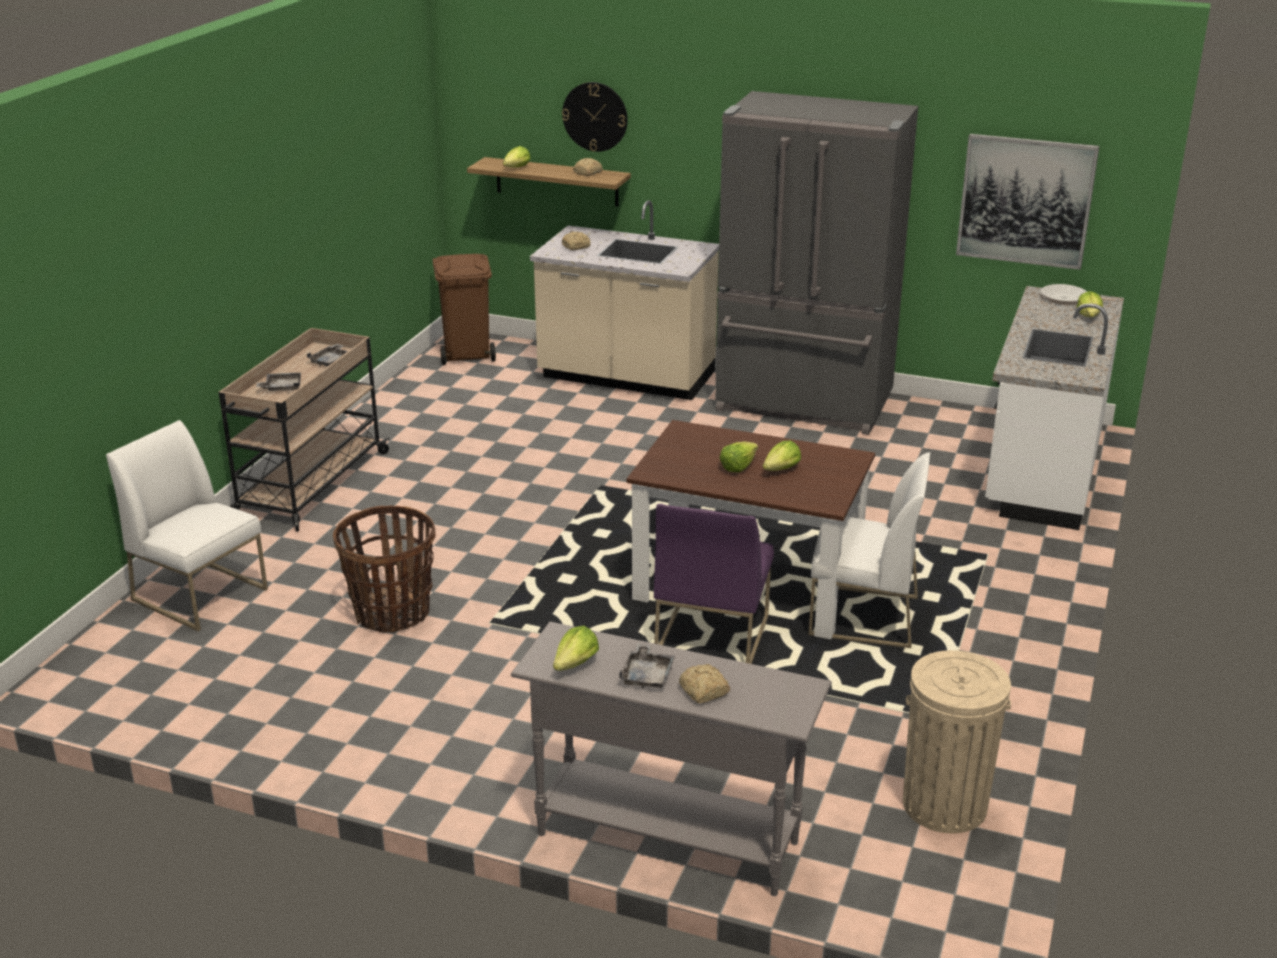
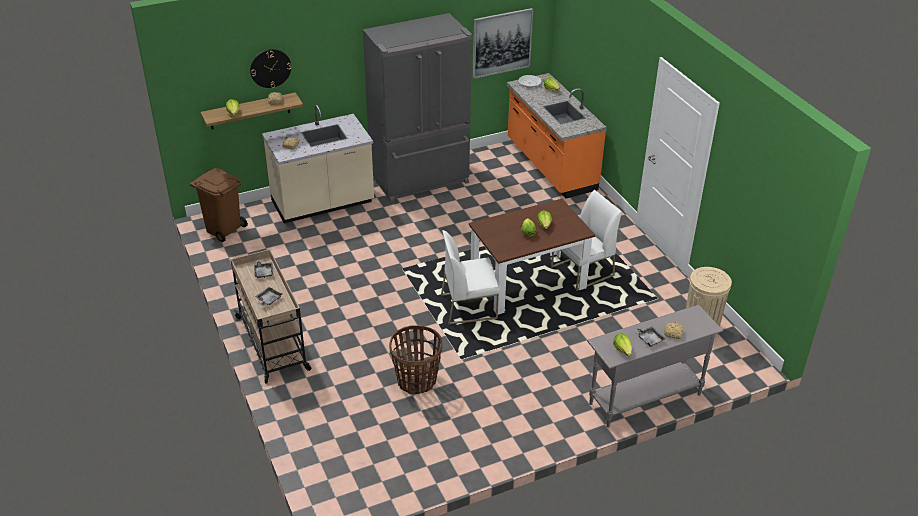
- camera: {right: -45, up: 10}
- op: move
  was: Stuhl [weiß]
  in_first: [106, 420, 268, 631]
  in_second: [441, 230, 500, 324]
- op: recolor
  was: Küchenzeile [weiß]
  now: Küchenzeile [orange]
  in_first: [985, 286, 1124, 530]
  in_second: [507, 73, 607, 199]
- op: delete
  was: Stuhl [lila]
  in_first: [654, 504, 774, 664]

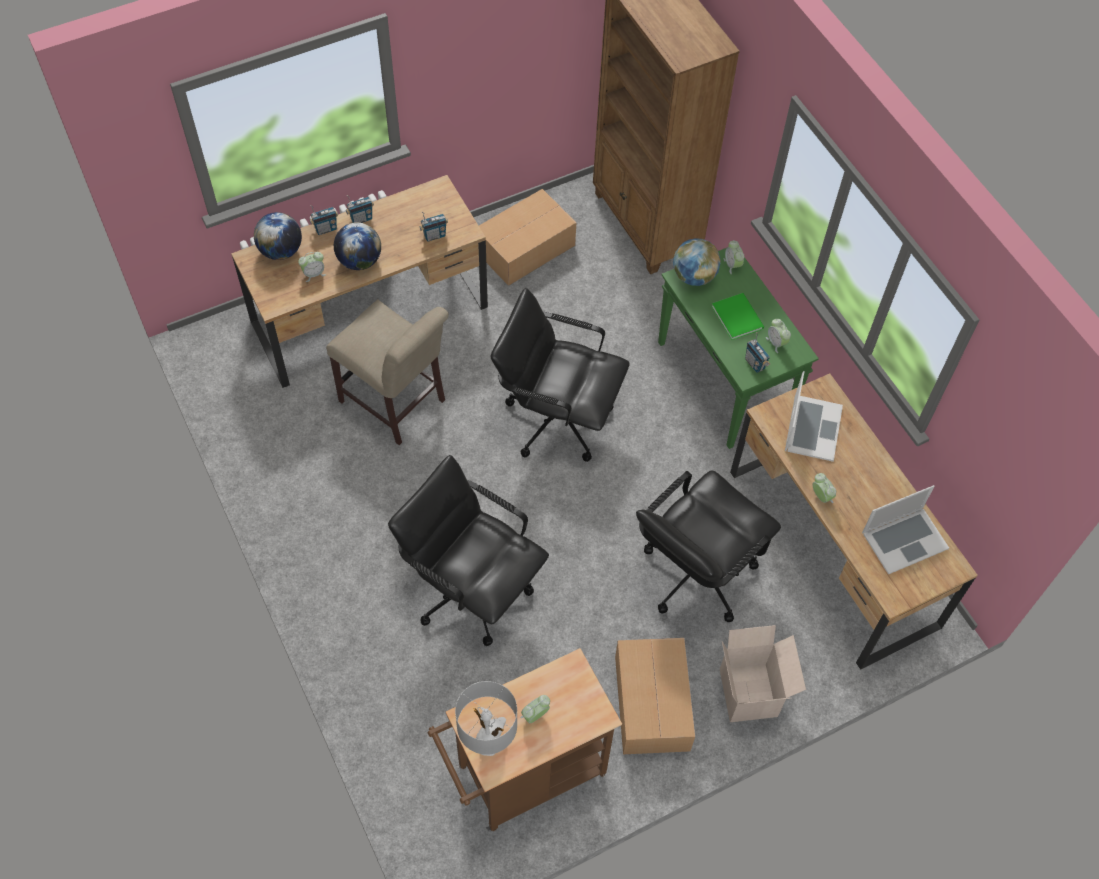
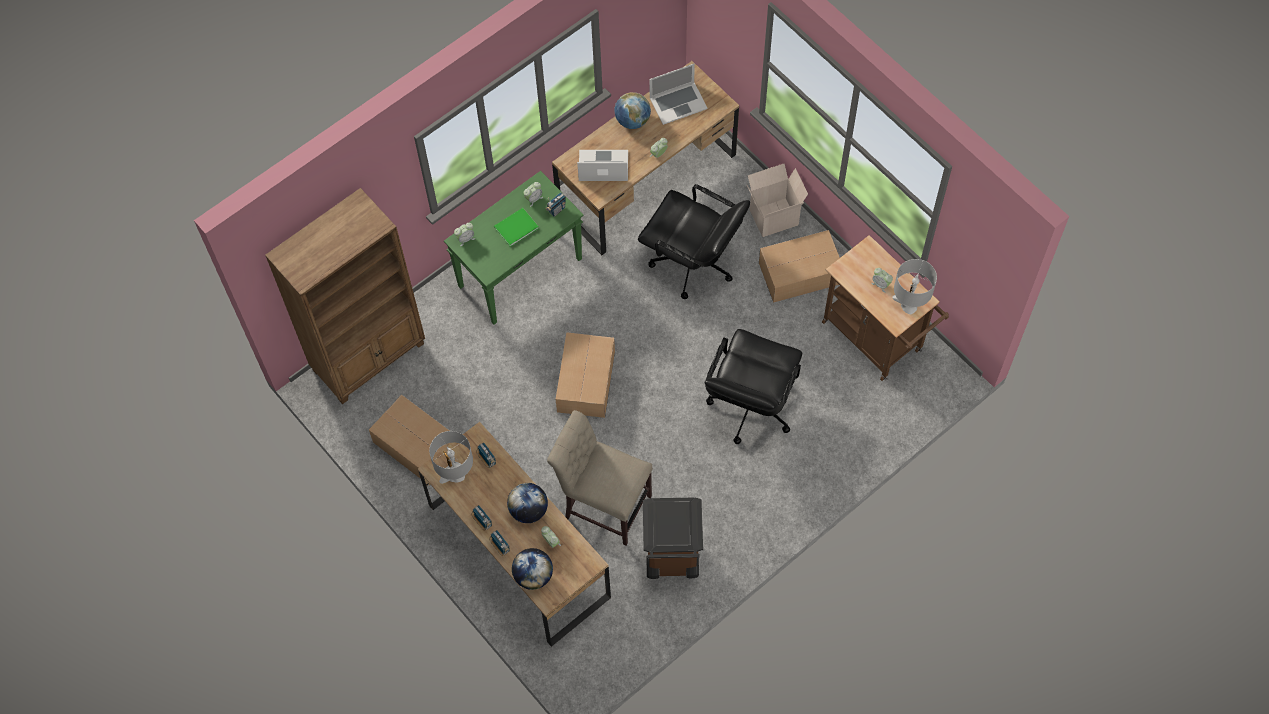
- camera: {right: -100, up: 5}
- op: insert
  now: Tischlampe [grau]
  in_second: [429, 431, 473, 484]
- op: rotate
  was: Stuhl [beige]
  in_first: [326, 299, 449, 445]
  in_second: [547, 410, 653, 546]
  clockwise: -90
- op: replace
  was: Bürostuhl [schwarz]
  now: Karton
  in_first: [491, 288, 630, 462]
  in_second: [556, 332, 615, 418]
- op: move
  was: Globus
  in_first: [673, 238, 721, 286]
  in_second: [614, 92, 651, 129]
- op: insert
  now: Mülleimer [braun]
  in_second: [643, 497, 703, 579]
- op: rotate
  was: Laptop
  in_first: [862, 485, 949, 574]
  in_second: [649, 64, 708, 125]
  clockwise: 105

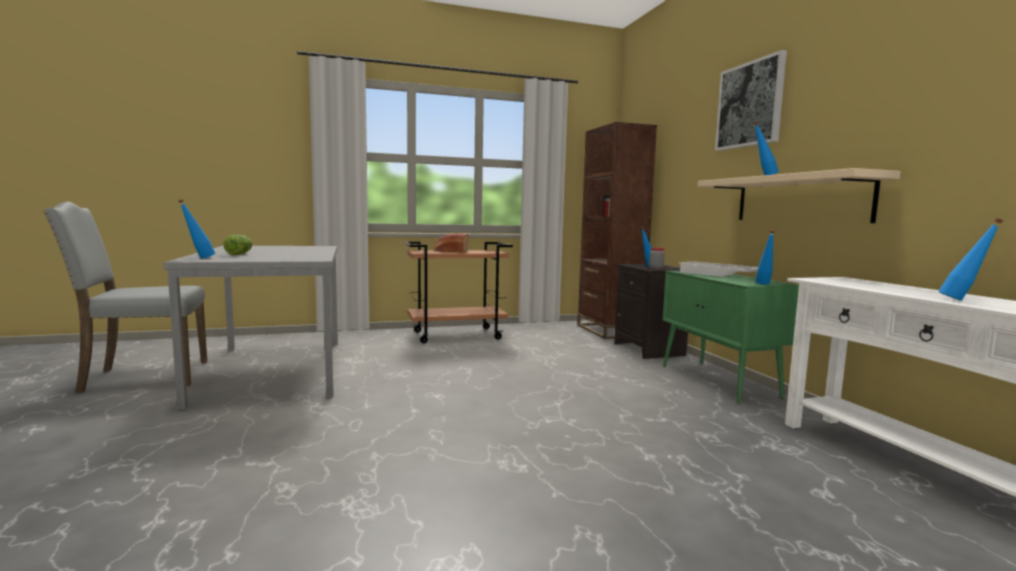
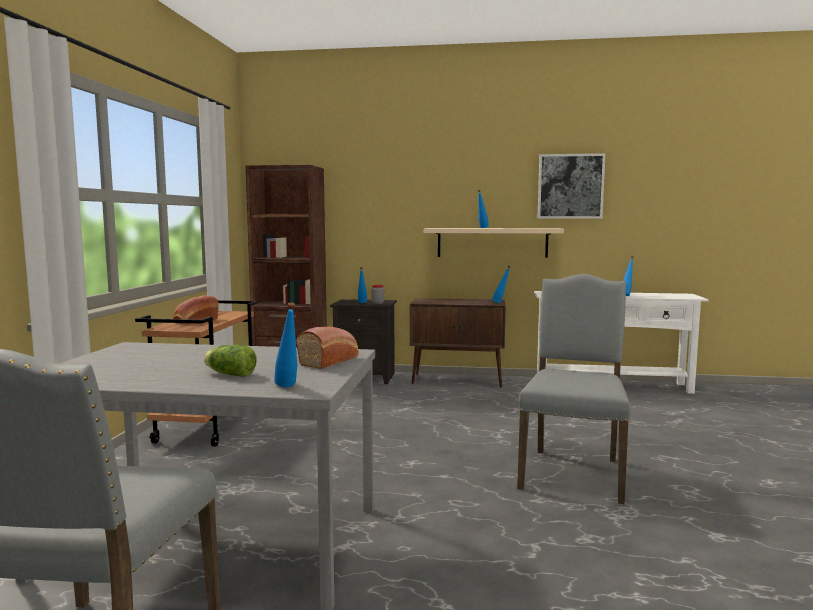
- camera: {right: -65, up: 0}
- op: insert
  now: Brot
  in_second: [296, 326, 359, 369]
- op: recolor
  was: Schrank [grün]
  now: Schrank [braun]
  in_first: [663, 271, 799, 404]
  in_second: [410, 298, 506, 387]
- op: insert
  now: Stuhl [grau]
  in_second: [517, 274, 631, 504]
- op: move
  was: Bild
  in_first: [715, 50, 787, 151]
  in_second: [538, 153, 605, 218]
- op: delete
  was: Tablett [weiß]
  in_first: [678, 261, 758, 277]

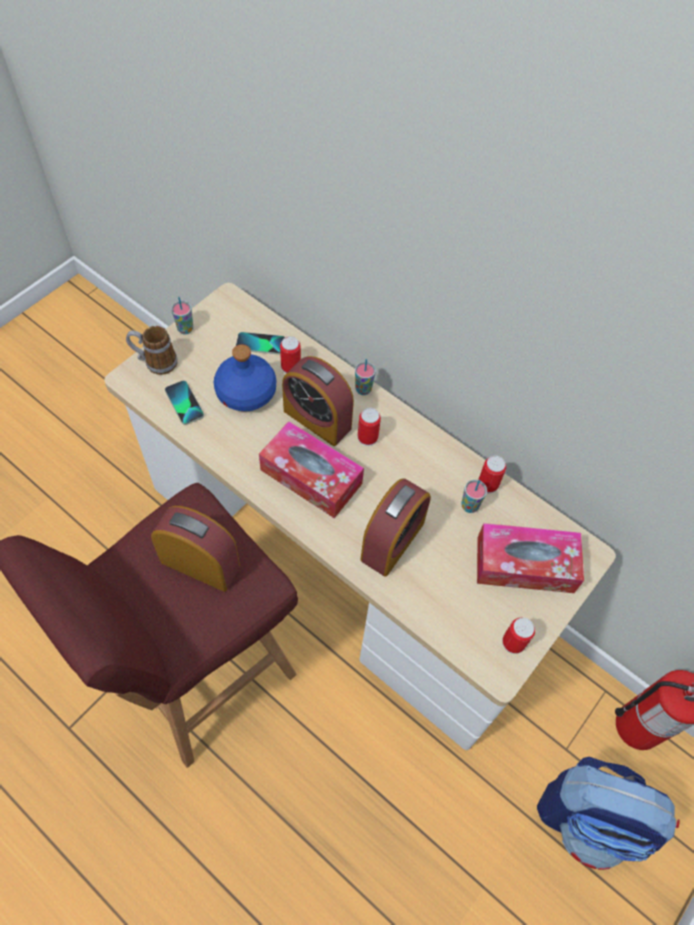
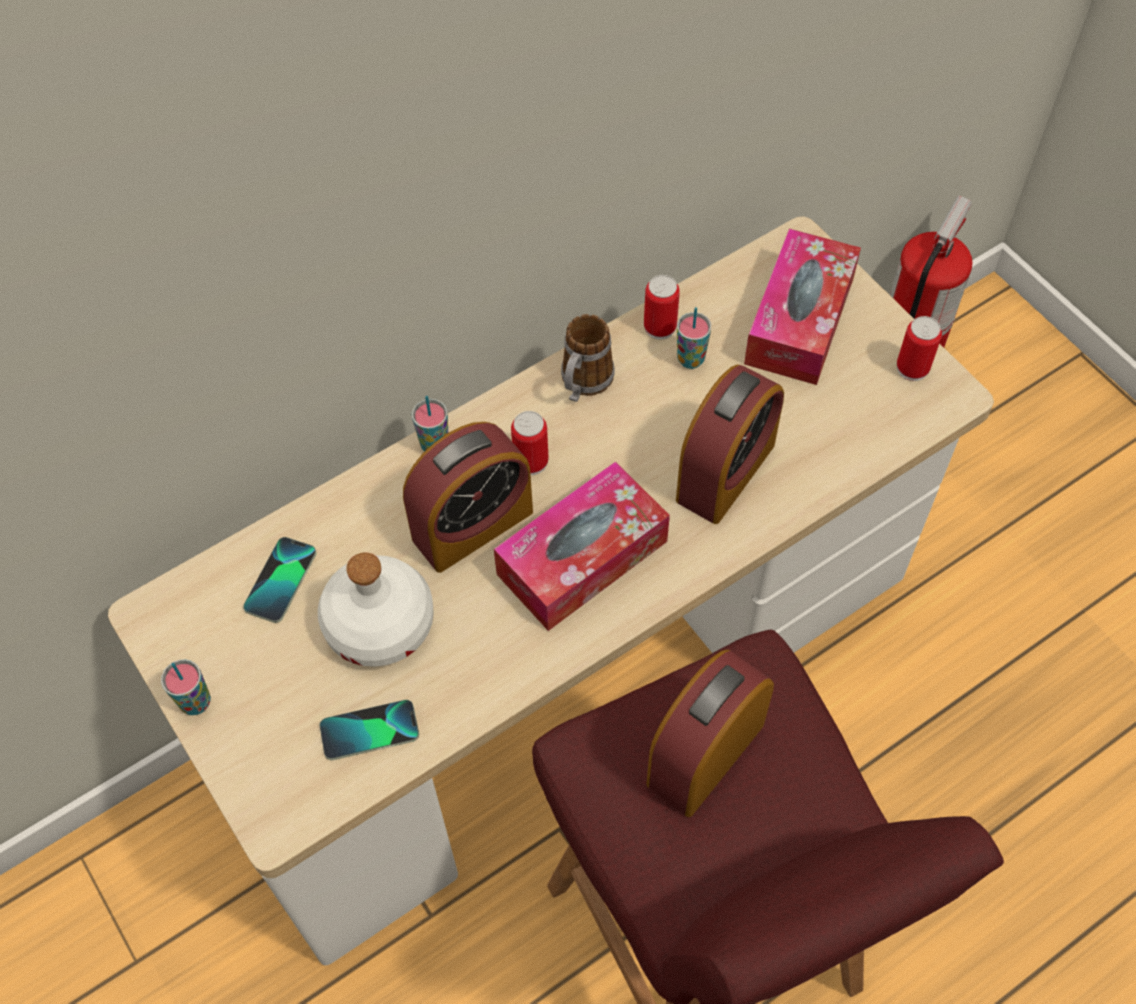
- camera: {right: -70, up: 0}
- op: recolor
  was: Flasche [blau]
  now: Flasche [weiß]
  in_first: [214, 344, 276, 411]
  in_second: [318, 552, 434, 667]
- op: move
  was: Henkelbecher
  in_first: [126, 326, 178, 375]
  in_second: [561, 314, 615, 402]
- op: rotate
  was: Wecker
  in_first: [360, 478, 431, 576]
  in_second: [676, 365, 784, 524]
  clockwise: 75
- op: delete
  was: Dose
  in_first: [280, 336, 301, 373]
- op: delete
  was: Rucksack
  in_first: [537, 756, 680, 870]

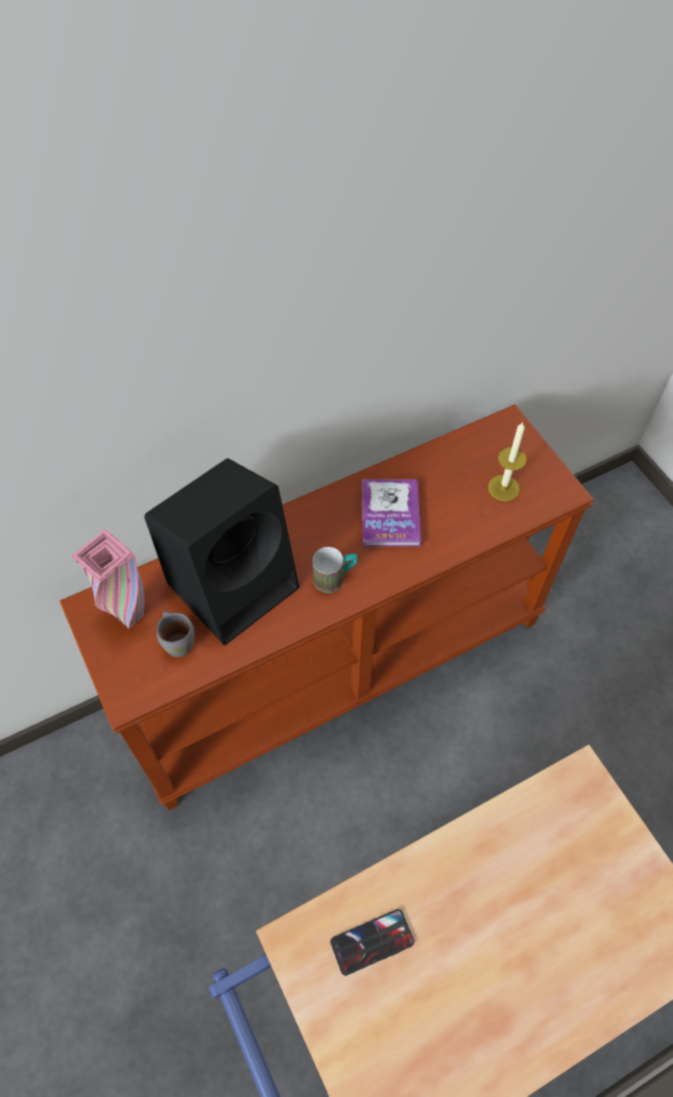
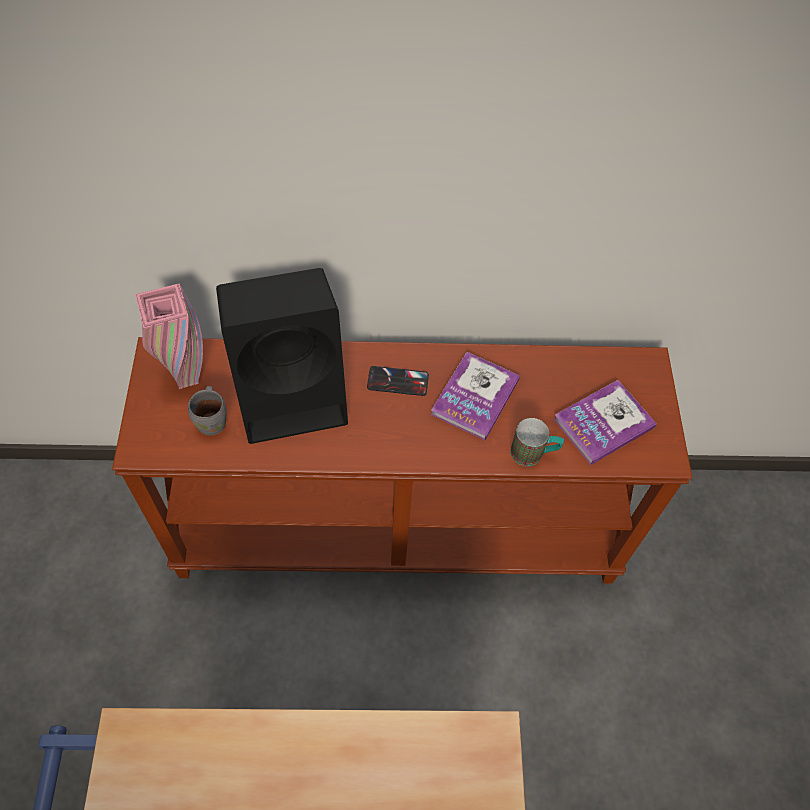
- camera: {right: 25, up: 0}
- op: move
  was: Handy
  in_first: [330, 909, 414, 976]
  in_second: [367, 366, 429, 396]
- op: move
  was: Henkelbecher
  in_first: [312, 547, 357, 593]
  in_second: [511, 418, 564, 466]
- op: replace
  was: Kerze
  now: Buch
  in_first: [488, 422, 527, 501]
  in_second: [553, 380, 657, 465]

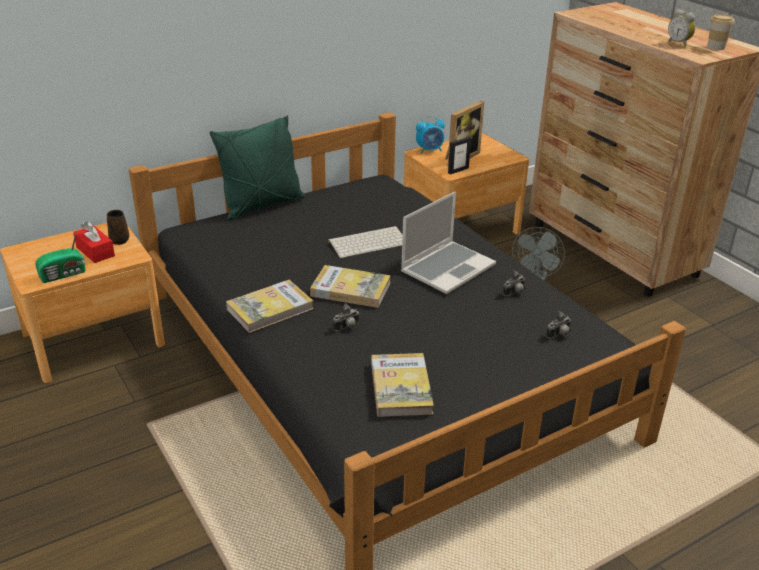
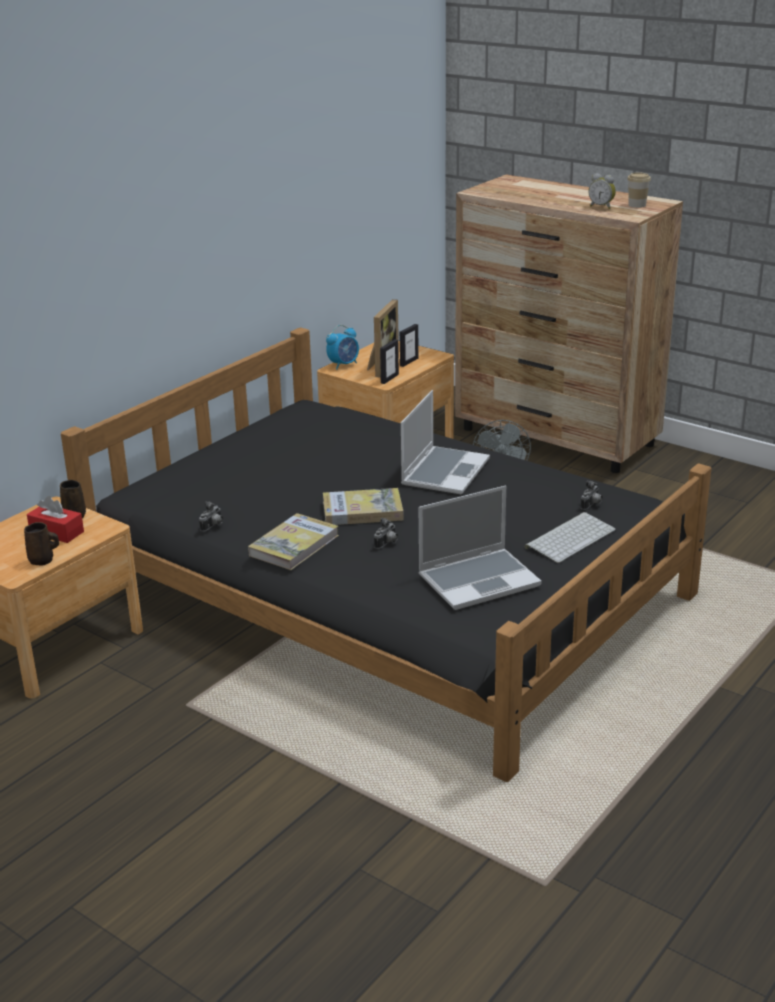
- camera: {right: -20, up: -5}
- op: replace
  was: Radio
  now: Henkelbecher [braun]
  in_first: [35, 227, 86, 283]
  in_second: [24, 522, 59, 566]
- op: move
  was: Kamera
  in_first: [503, 270, 525, 296]
  in_second: [199, 501, 223, 532]
- op: insert
  now: Bilderrahmen
  in_second: [400, 324, 419, 367]
- op: replace
  was: Buch
  now: Laptop
  in_first: [371, 353, 434, 417]
  in_second: [419, 486, 542, 610]
- op: move
  was: Tastatur
  in_first: [328, 226, 403, 258]
  in_second: [525, 512, 616, 563]
- op: delete
  was: Kissen [grün]
  in_first: [210, 115, 305, 220]

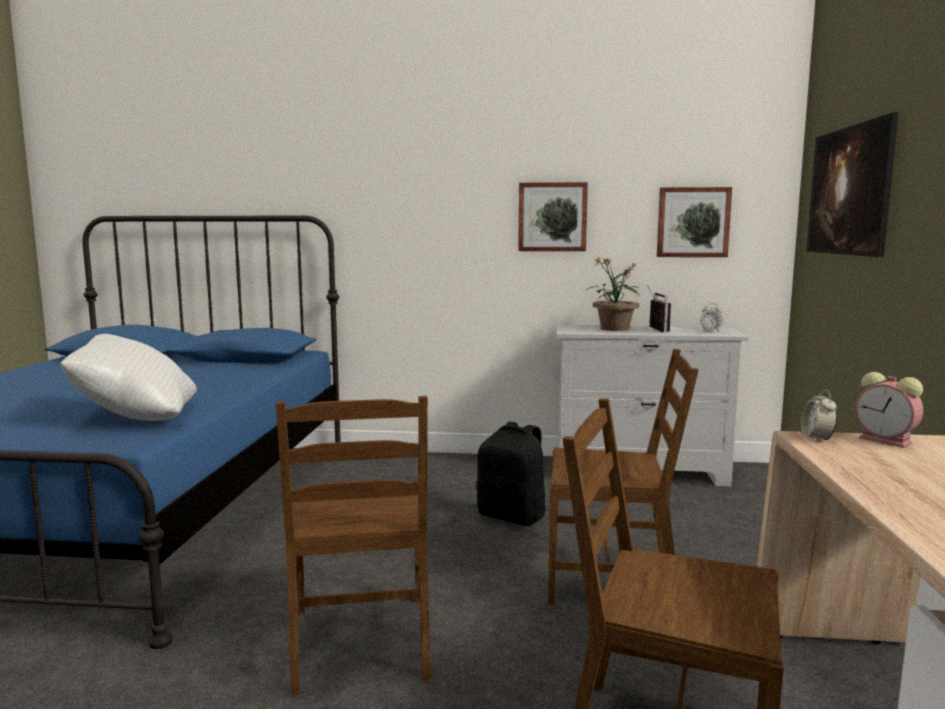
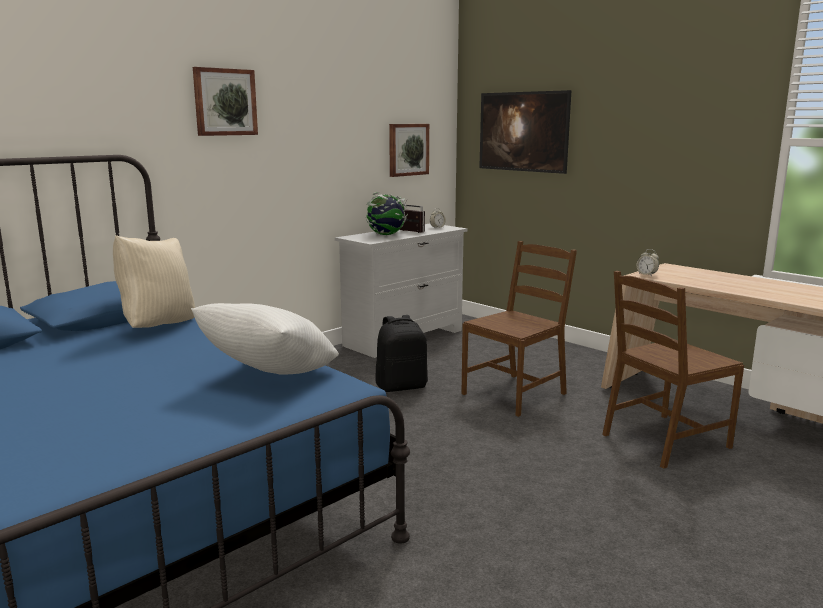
- camera: {right: -50, up: 5}
- op: insert
  now: Kissen [beige]
  in_second: [113, 235, 195, 328]
- op: move
  was: Bild
  in_first: [518, 182, 588, 251]
  in_second: [193, 67, 258, 136]
- op: replace
  was: Topfpflanze
  now: Globus
  in_first: [586, 258, 639, 331]
  in_second: [366, 192, 408, 235]
- op: delete
  was: Stuhl [braun]
  in_first: [276, 396, 431, 695]
- op: delete
  was: Wecker
  in_first: [855, 372, 923, 448]

